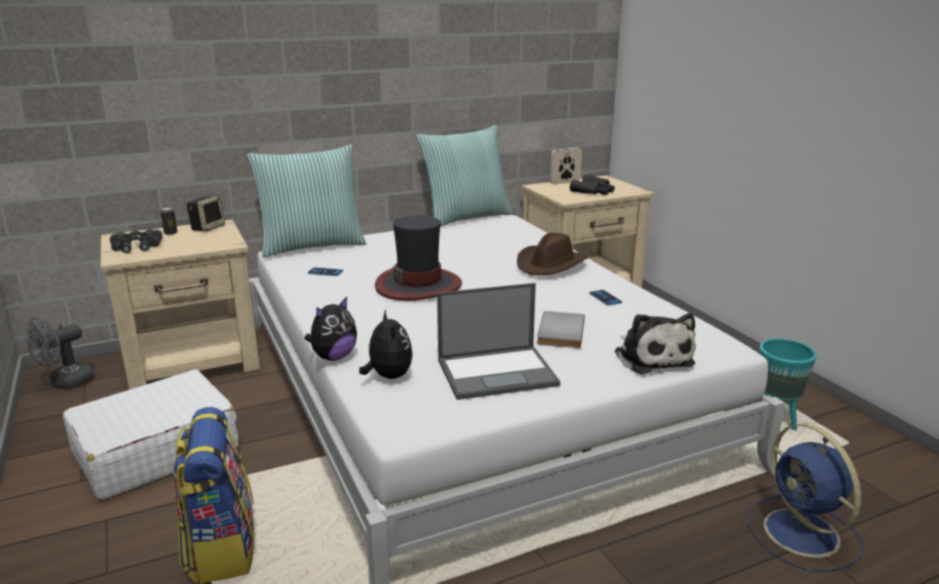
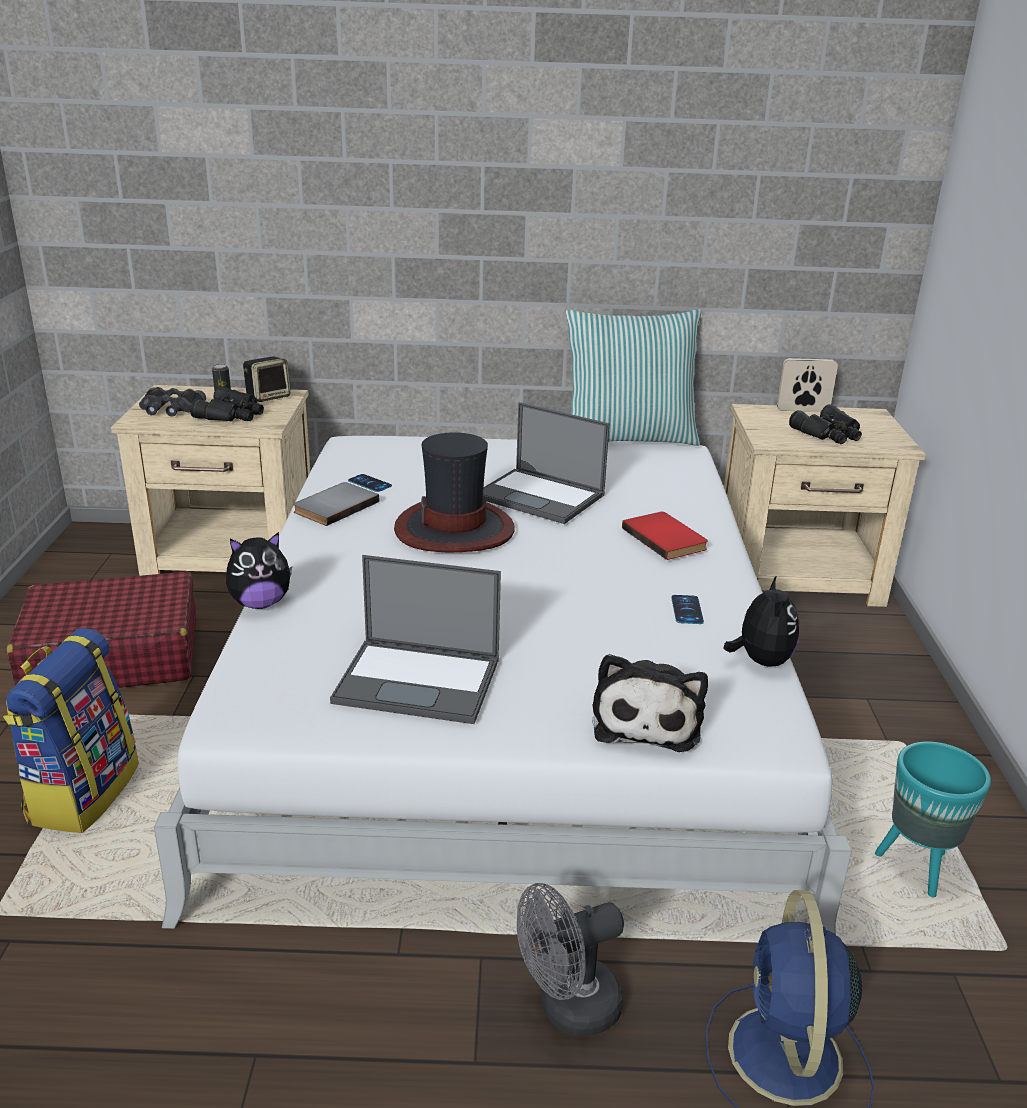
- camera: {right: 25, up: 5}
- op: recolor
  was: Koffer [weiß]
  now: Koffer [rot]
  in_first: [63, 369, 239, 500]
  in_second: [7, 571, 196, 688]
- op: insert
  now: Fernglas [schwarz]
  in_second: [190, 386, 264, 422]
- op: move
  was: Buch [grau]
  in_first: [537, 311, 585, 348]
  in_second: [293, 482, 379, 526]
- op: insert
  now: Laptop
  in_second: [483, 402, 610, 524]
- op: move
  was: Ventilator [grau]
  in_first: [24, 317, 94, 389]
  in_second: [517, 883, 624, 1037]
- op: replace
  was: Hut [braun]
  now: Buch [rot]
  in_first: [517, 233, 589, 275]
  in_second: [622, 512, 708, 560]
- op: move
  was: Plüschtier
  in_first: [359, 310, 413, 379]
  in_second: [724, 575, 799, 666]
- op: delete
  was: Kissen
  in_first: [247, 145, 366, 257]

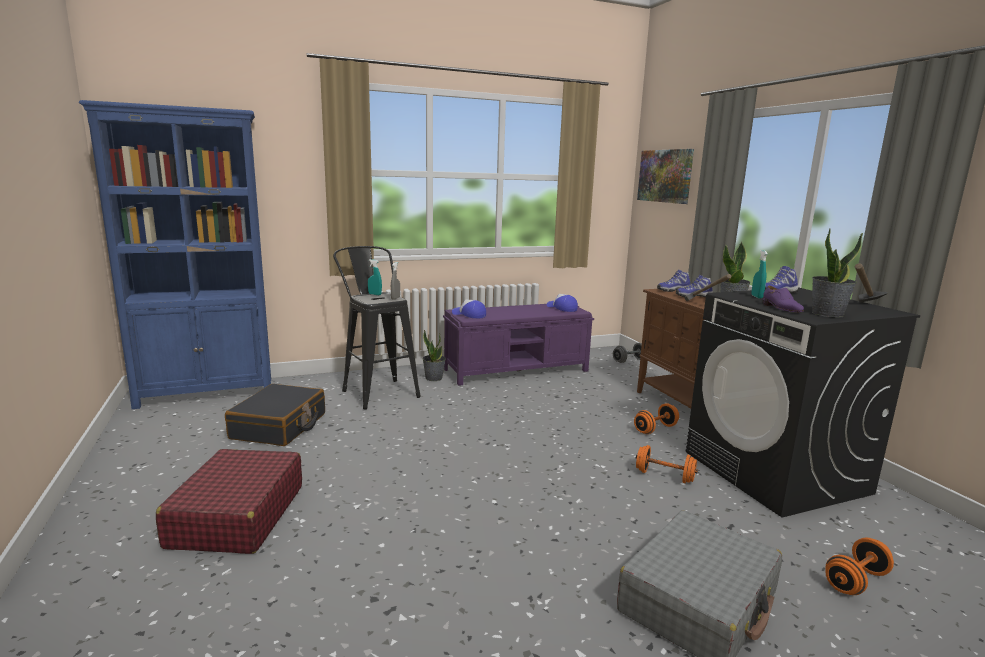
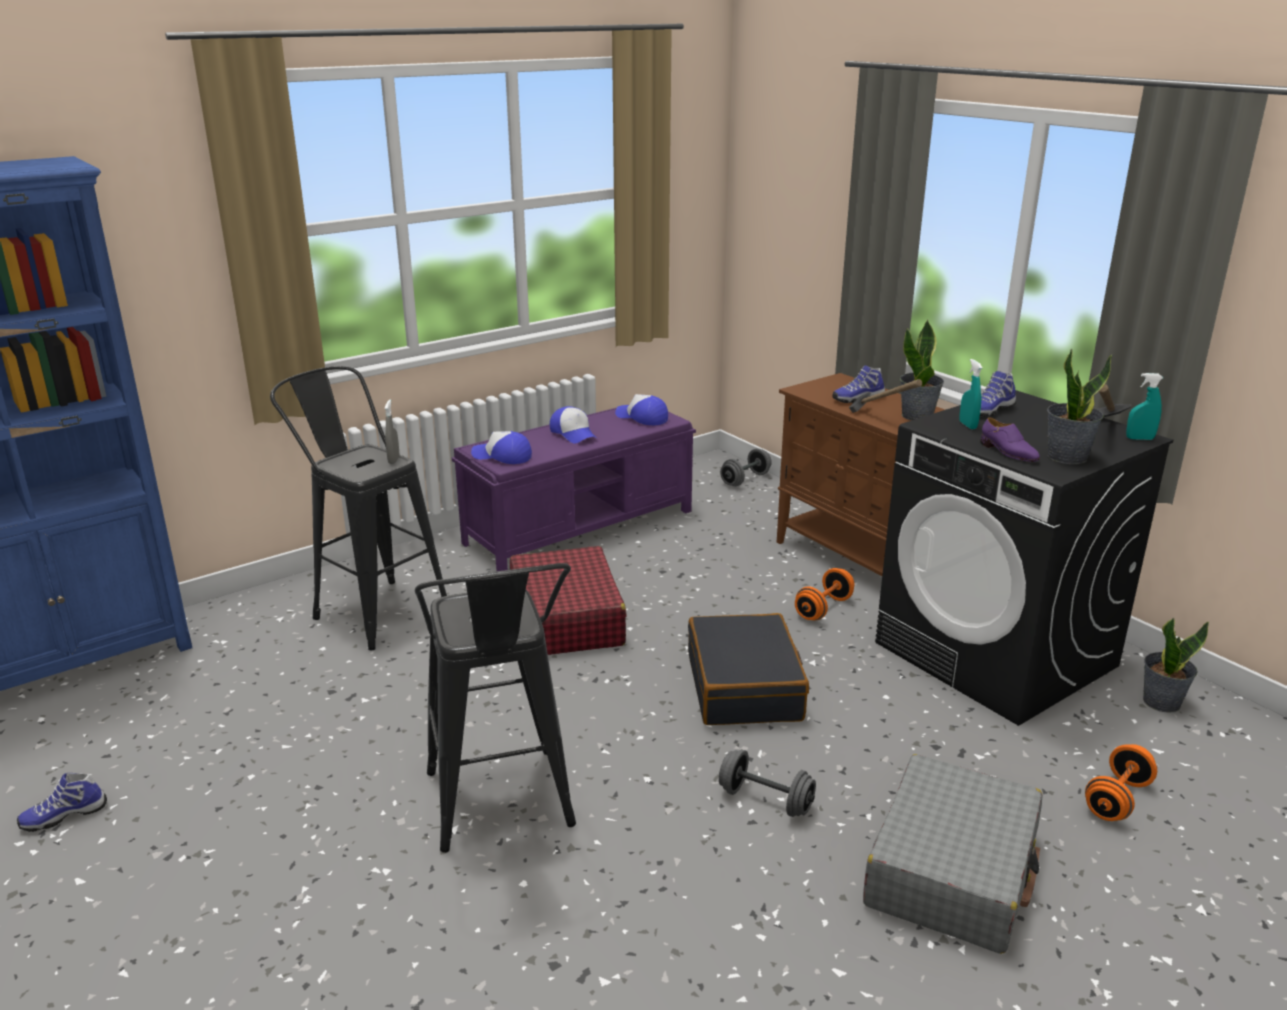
- camera: {right: -15, up: 10}
- op: move
  was: Schuh
  in_first: [657, 270, 691, 292]
  in_second: [17, 773, 107, 832]
- op: insert
  now: Hocker [schwarz]
  in_second: [415, 563, 576, 853]
- op: move
  was: Koffer [rot]
  in_first: [156, 449, 302, 554]
  in_second: [510, 546, 626, 655]
- op: insert
  now: Kappe
  in_second: [550, 406, 596, 444]
- op: move
  was: Koffer [schwarz]
  in_first: [225, 384, 325, 446]
  in_second: [688, 613, 809, 725]
- op: insert
  now: Hantel [grau]
  in_second: [719, 749, 816, 817]
- op: move
  was: Sprühflasche [türkis]
  in_first: [368, 259, 382, 295]
  in_second: [1126, 373, 1163, 440]
- op: move
  was: Topfpflanze
  in_first: [422, 330, 446, 381]
  in_second: [1143, 617, 1210, 713]
- op: delete
  was: Hantel [orange]
  in_first: [636, 445, 698, 483]
- op: delete
  was: Bild
  in_first: [637, 149, 694, 204]

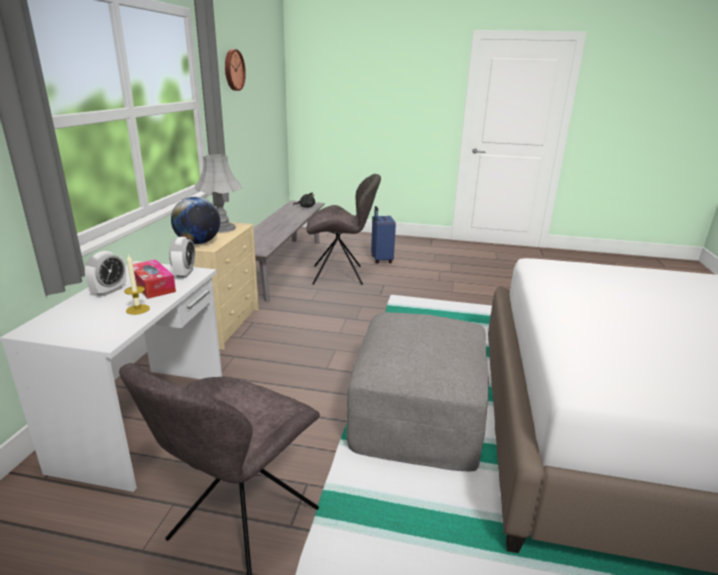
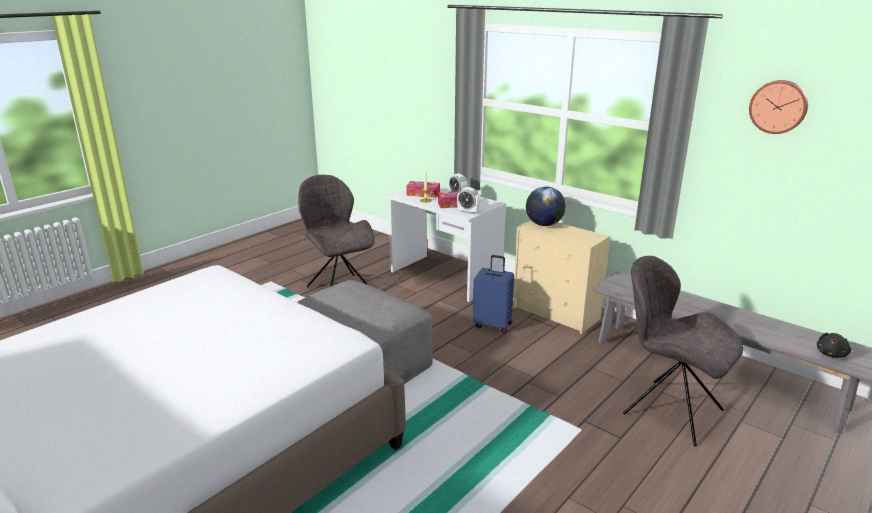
- camera: {right: 120, up: 0}
- op: insert
  now: Taschentuchbox
  in_second: [406, 181, 440, 198]
- op: move
  was: Koffer [blau]
  in_first: [371, 206, 396, 264]
  in_second: [473, 255, 514, 333]
- op: rotate
  was: Stuhl [grau]
  in_first: [306, 174, 381, 285]
  in_second: [623, 256, 744, 446]
  clockwise: 105
- op: delete
  was: Tischlampe [grau]
  in_first: [194, 154, 242, 233]

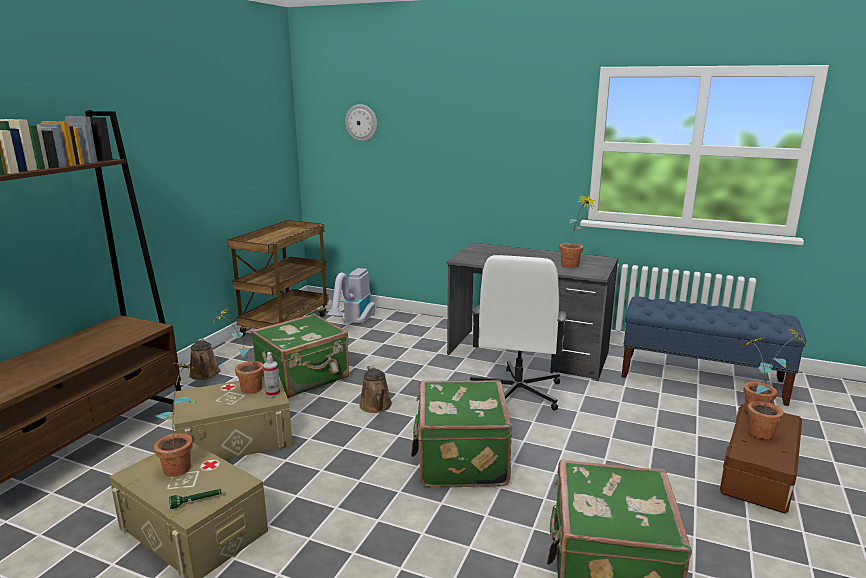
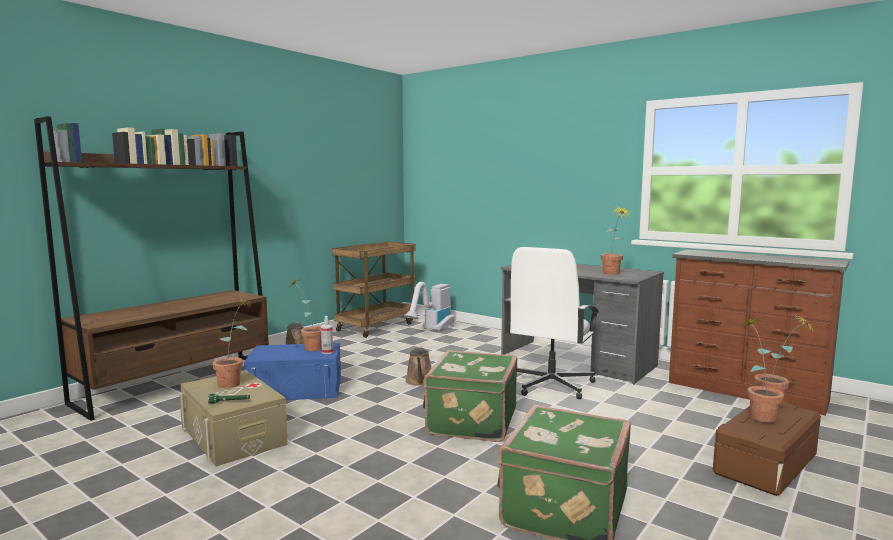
- camera: {right: 15, up: -10}
- op: recolor
  was: Aufbewahrungsbox [beige]
  now: Aufbewahrungsbox [blau]
  in_first: [174, 377, 293, 460]
  in_second: [244, 343, 341, 400]
- op: replace
  was: Bank [blau]
  now: Kommode [braun]
  in_first: [621, 297, 806, 406]
  in_second: [669, 249, 849, 416]
- op: delete
  was: Koffer [grün]
  in_first: [250, 313, 349, 398]
- op: delete
  was: Wanduhr
  in_first: [345, 104, 377, 142]

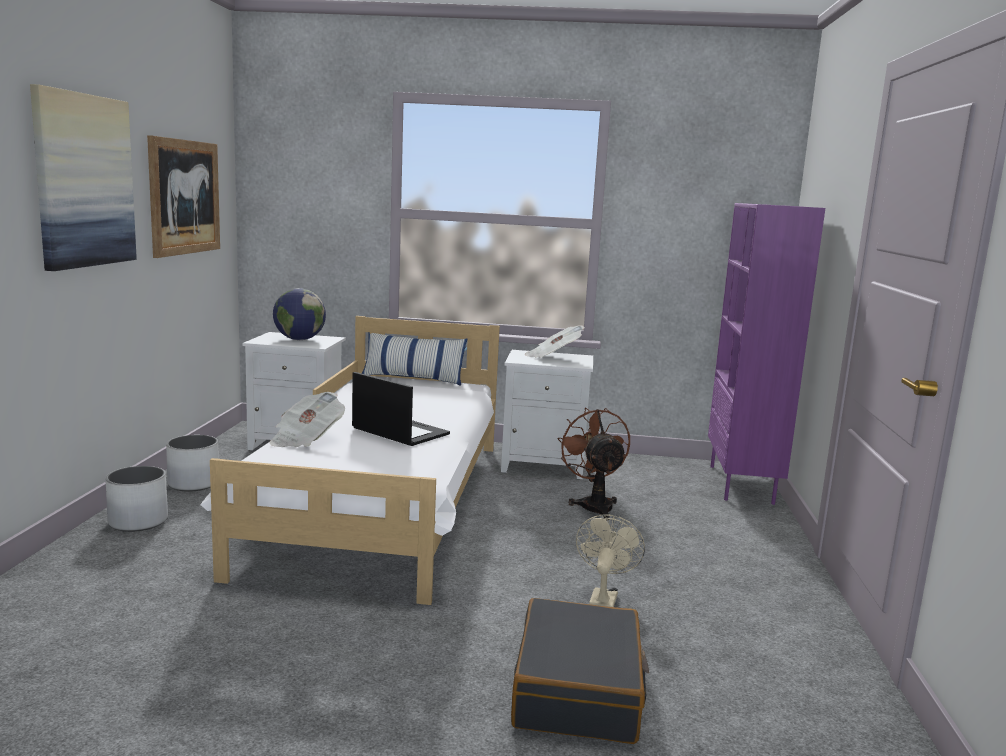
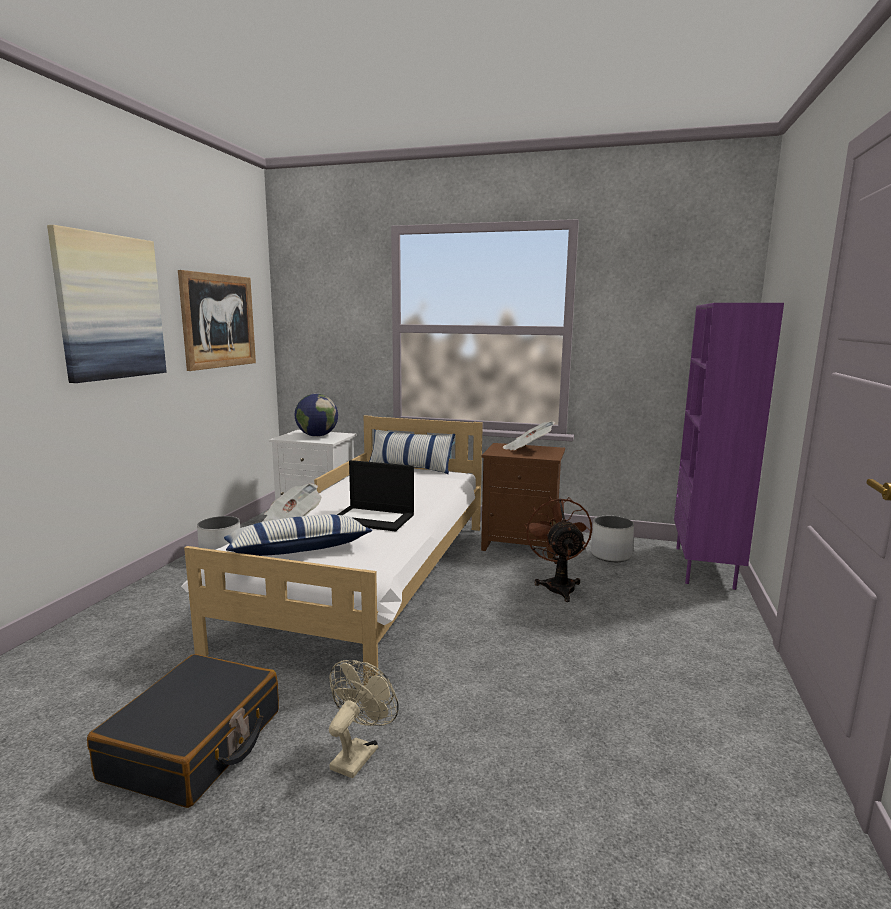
- camera: {right: 10, up: 0}
- op: move
  was: Koffer [schwarz]
  in_first: [511, 598, 649, 744]
  in_second: [87, 654, 279, 808]
- op: insert
  now: Kissen
  in_second: [224, 514, 372, 556]
- op: move
  was: Ventilator [beige]
  in_first: [576, 514, 645, 607]
  in_second: [329, 660, 399, 778]
- op: rotate
  was: Laptop
  in_first: [352, 372, 450, 446]
  in_second: [337, 460, 414, 532]
  clockwise: 150
- op: recolor
  was: Nachttisch [weiß]
  now: Nachttisch [braun]
  in_first: [501, 350, 593, 479]
  in_second: [481, 443, 565, 559]
- op: move
  was: Pflanzkübel [weiß]
  in_first: [105, 466, 168, 532]
  in_second: [591, 516, 634, 562]

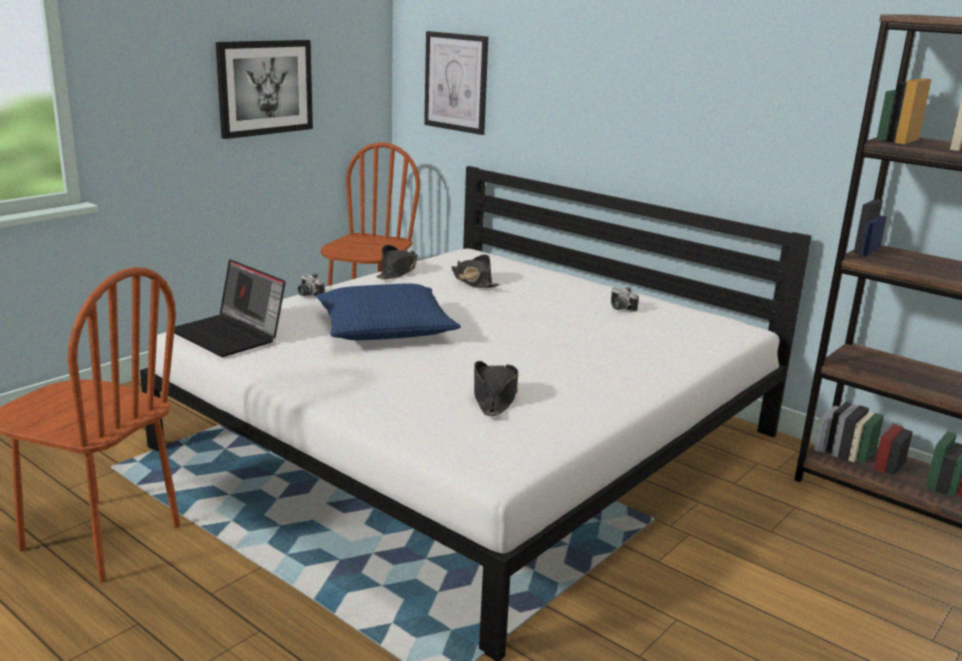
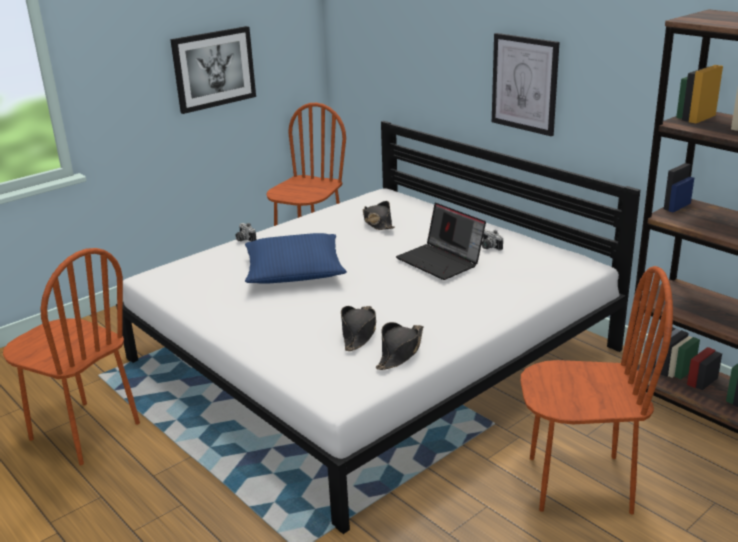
- camera: {right: 10, up: 5}
- op: move
  was: Hut [schwarz]
  in_first: [376, 245, 418, 279]
  in_second: [376, 322, 423, 370]
- op: move
  was: Laptop
  in_first: [174, 259, 286, 357]
  in_second: [396, 203, 486, 280]
- op: move
  was: Bild
  in_first: [424, 31, 488, 135]
  in_second: [492, 33, 559, 136]
- op: insert
  now: Stuhl [braun]
  in_second: [521, 266, 673, 515]

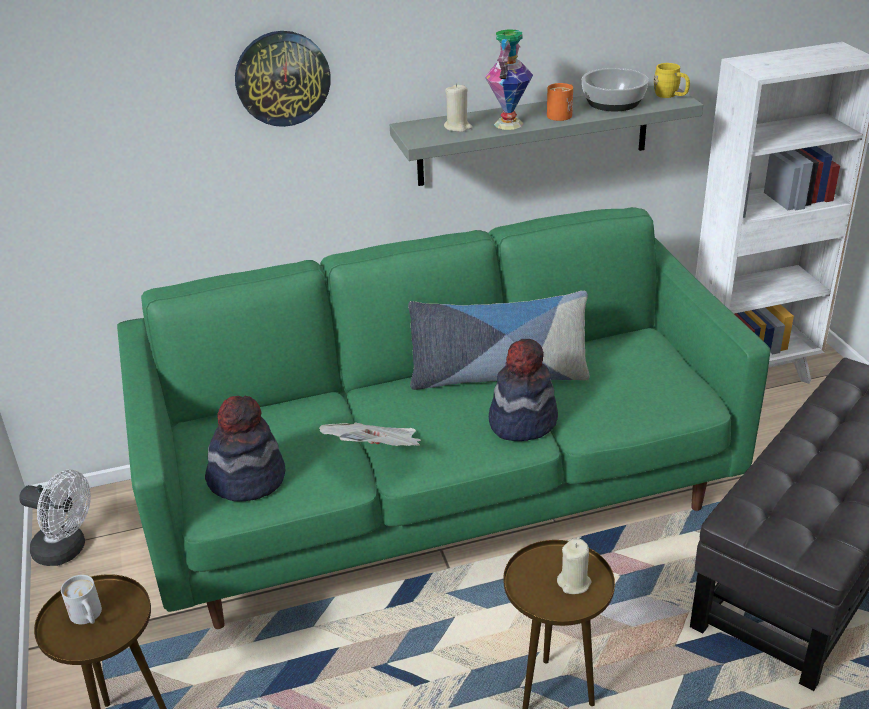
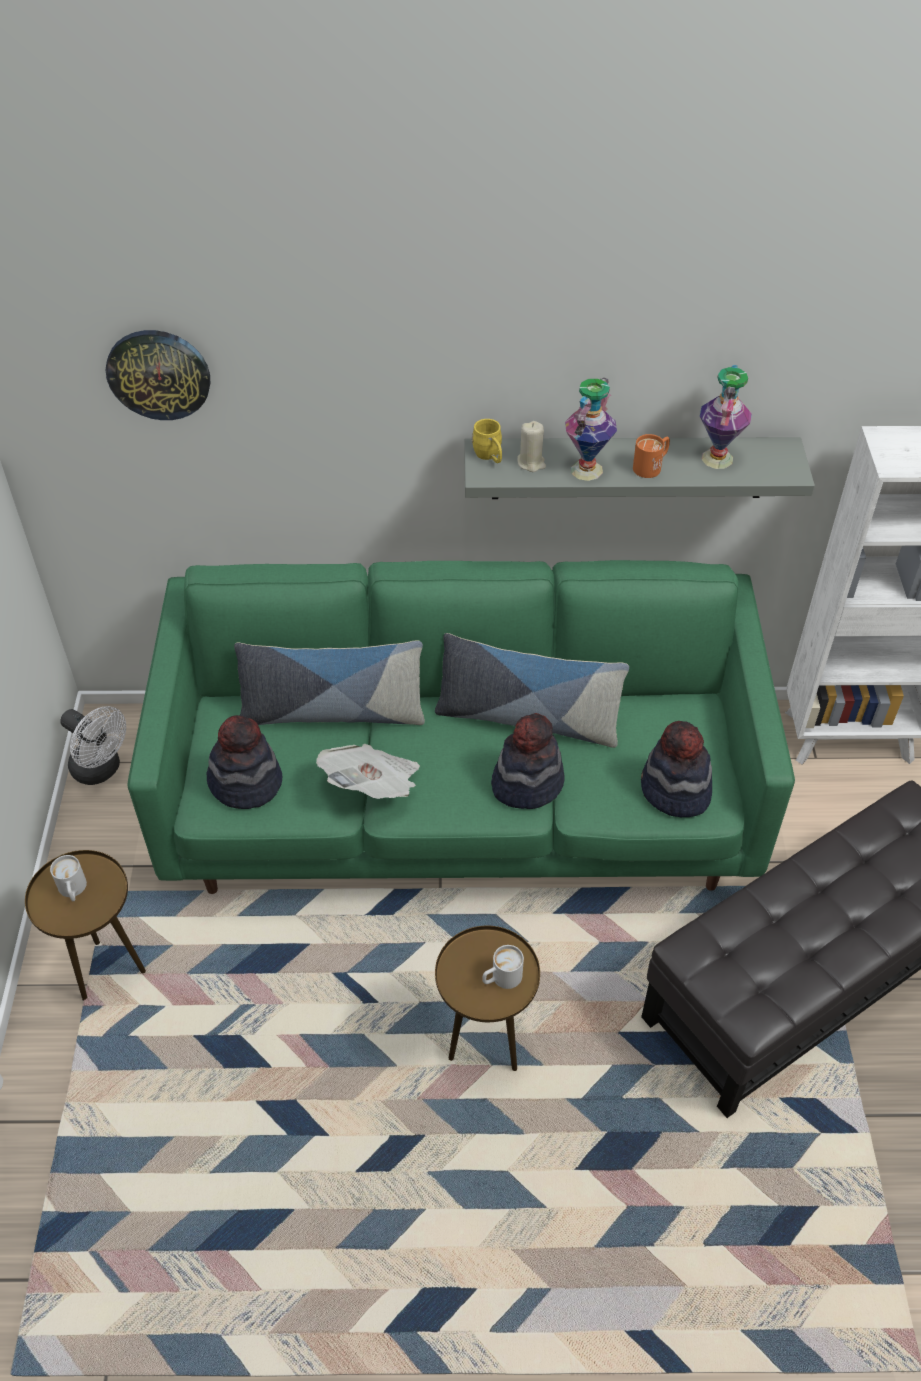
- camera: {right: 15, up: 15}
- op: move
  was: Wanduhr
  in_first: [235, 31, 331, 127]
  in_second: [106, 330, 210, 420]
- op: insert
  now: Kissen
  in_second: [234, 640, 425, 725]
- op: move
  was: Henkelbecher [gelb]
  in_first: [653, 63, 690, 98]
  in_second: [472, 419, 502, 463]
- op: replace
  was: Kerze [beige]
  now: Henkelbecher [weiß]
  in_first: [557, 539, 591, 594]
  in_second: [482, 945, 524, 989]
- op: insert
  now: Hut
  in_second: [641, 721, 712, 817]
- op: replace
  was: Schüssel
  now: Vase
  in_first: [582, 68, 649, 111]
  in_second: [700, 365, 752, 469]

